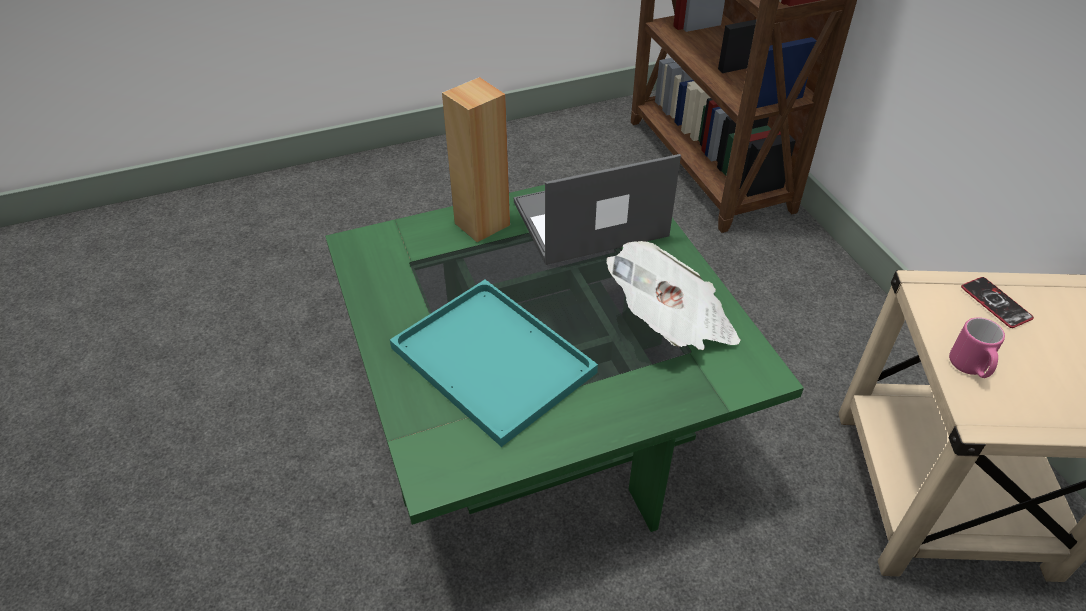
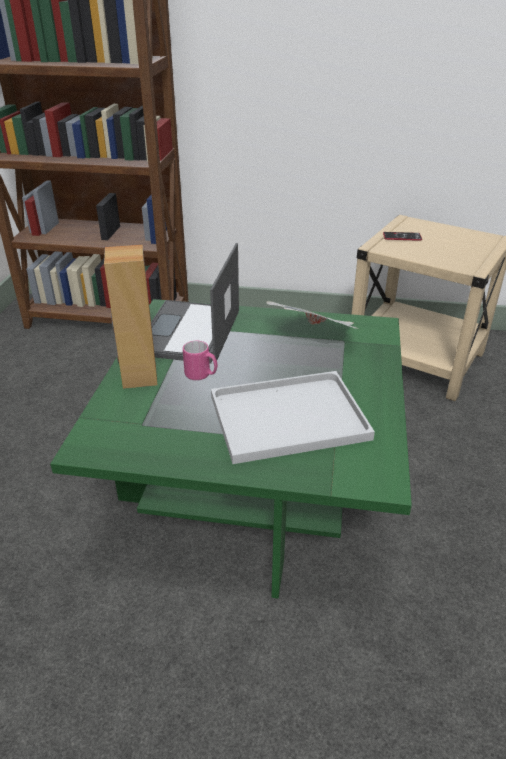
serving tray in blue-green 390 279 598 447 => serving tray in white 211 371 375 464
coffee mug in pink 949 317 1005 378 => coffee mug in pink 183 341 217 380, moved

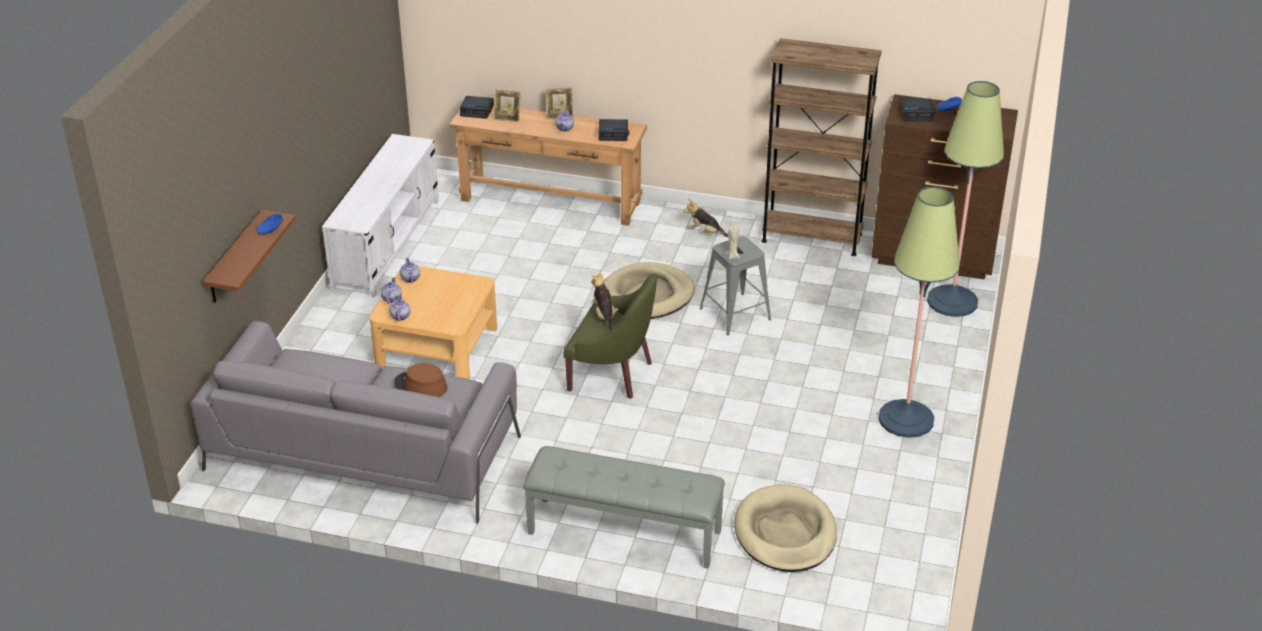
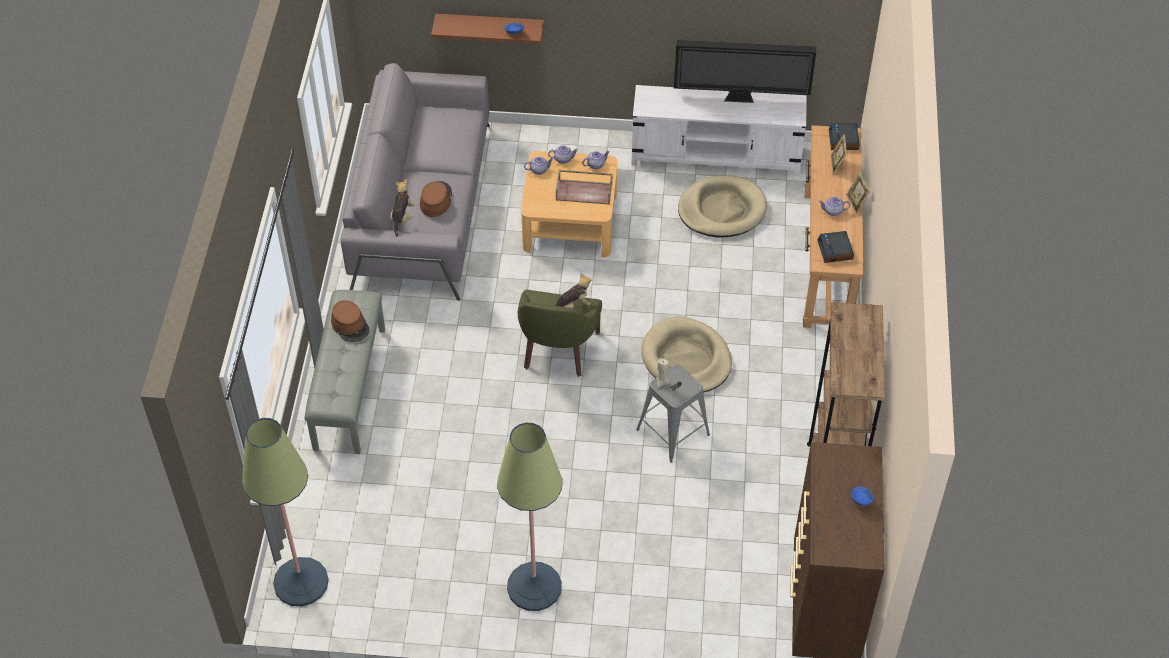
cuddly toy 683 199 728 237 => cuddly toy 390 179 415 237, moved
dog cushion in beige 734 484 837 572 => dog cushion in beige 678 175 767 238, moved
table clock 899 98 935 121 => nothing
standing lamp 927 81 1004 317 => standing lamp 242 418 329 606, moved
nothing => wearable hat in brown-coloured 331 300 370 342
nothing => serving tray in brown-coloured 556 170 613 205
nothing => TV 674 40 816 103

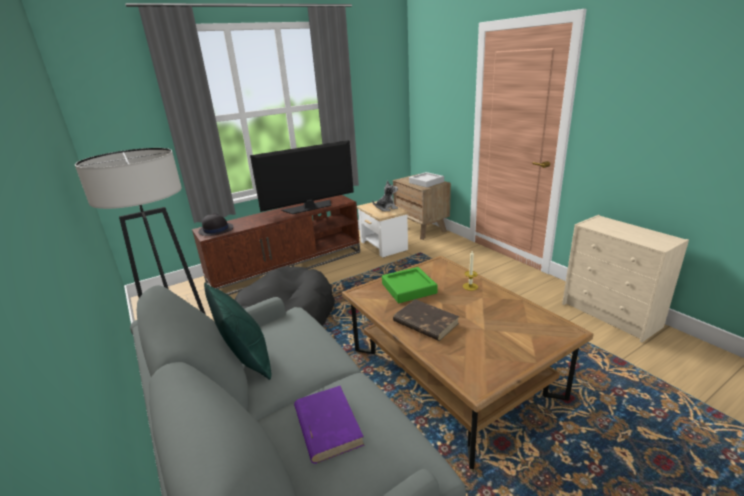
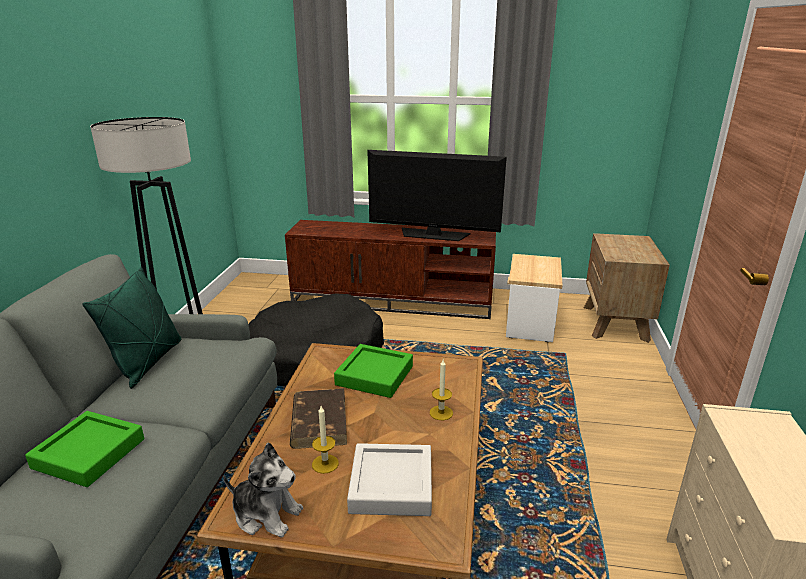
wearable hat in black-coloured 198 213 233 236 => nothing
bound book in purple-coloured 294 386 365 464 => serving tray in green 25 411 144 487
cuddly toy 372 180 398 211 => cuddly toy 223 442 303 538, moved
serving tray in grey 409 172 444 188 => serving tray in grey 347 443 432 516, moved
nothing => candle 312 406 339 474

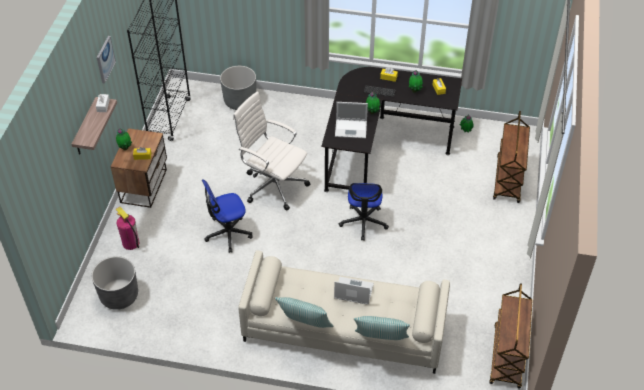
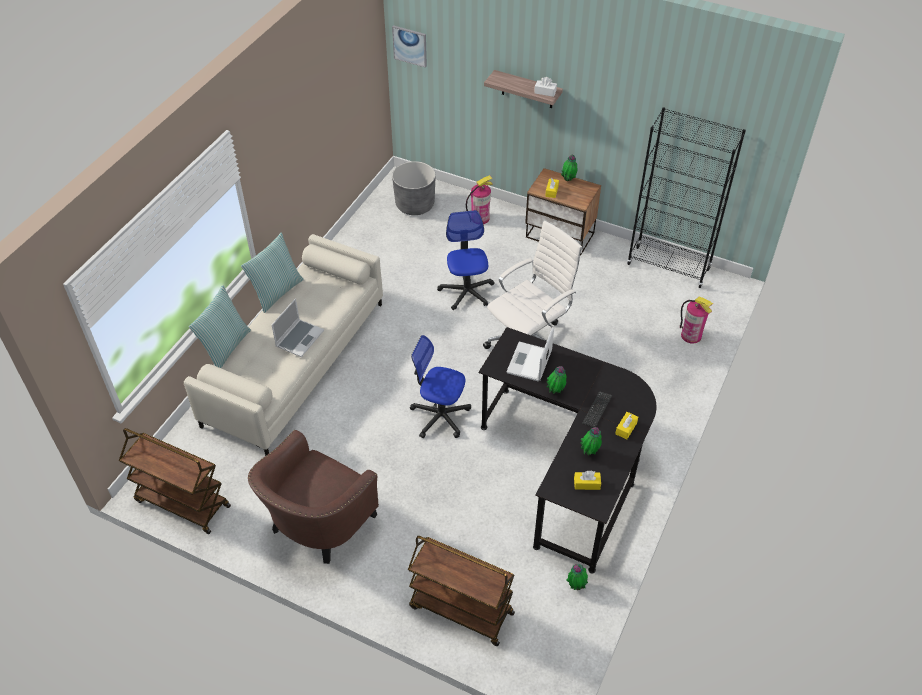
picture 97 36 116 83 => picture 392 25 427 68, moved
planter in grey 220 66 256 110 => extinguisher 679 296 713 344
nothing => armchair in brown-coloured 248 430 379 564

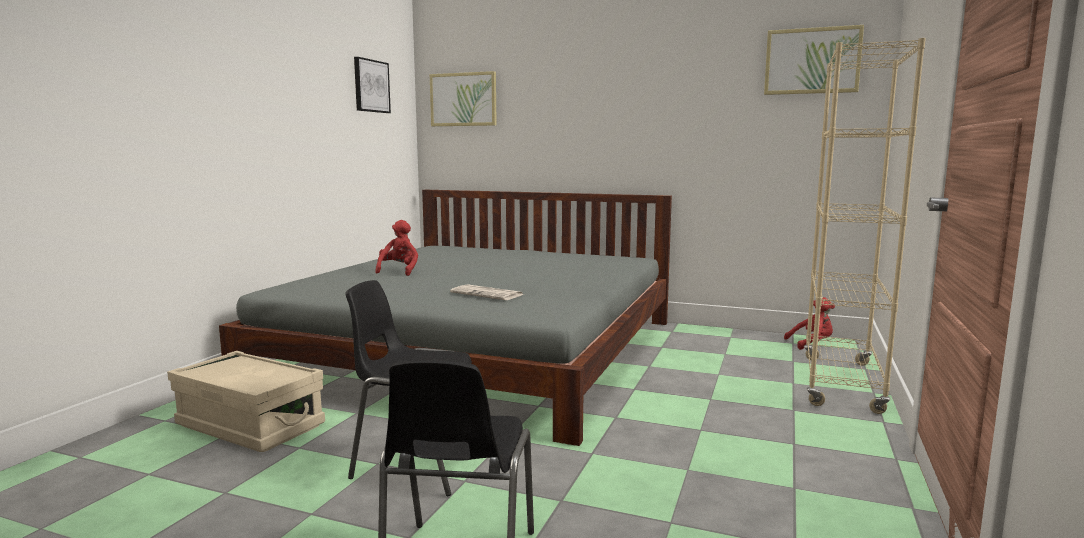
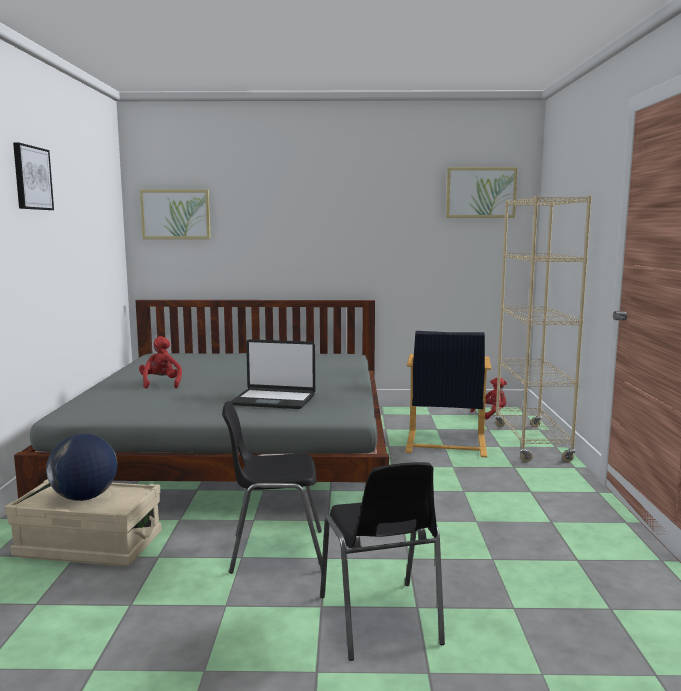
picture 354 57 391 113 => picture 13 143 54 210, moved
newspaper 450 284 524 300 => portable computer 231 339 315 409
nothing => desk globe 46 434 117 501
nothing => armchair in black-coloured 405 331 491 457

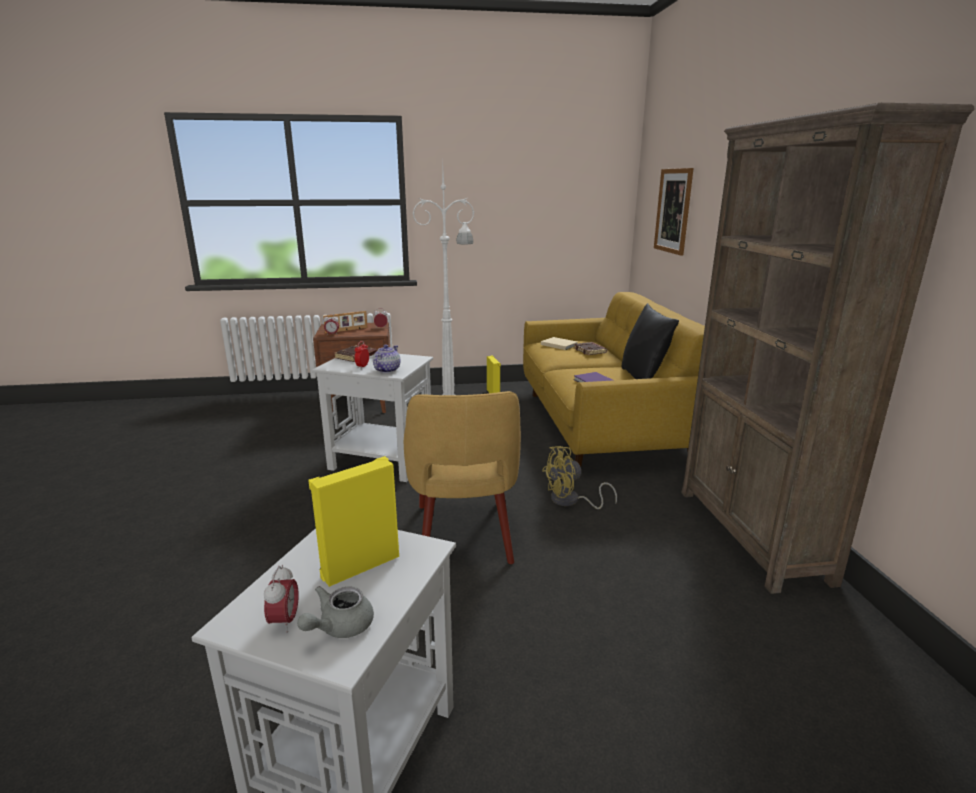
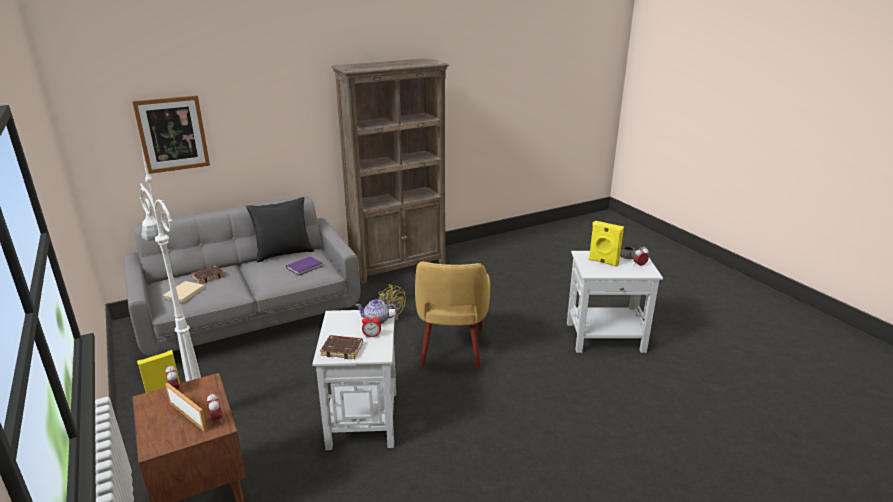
armchair in yellow-coloured 404 391 521 564 => armchair in yellow-coloured 415 261 490 369, 120 degrees clockwise
settee in yellow-coloured 523 292 705 467 => settee in grey 123 196 361 364

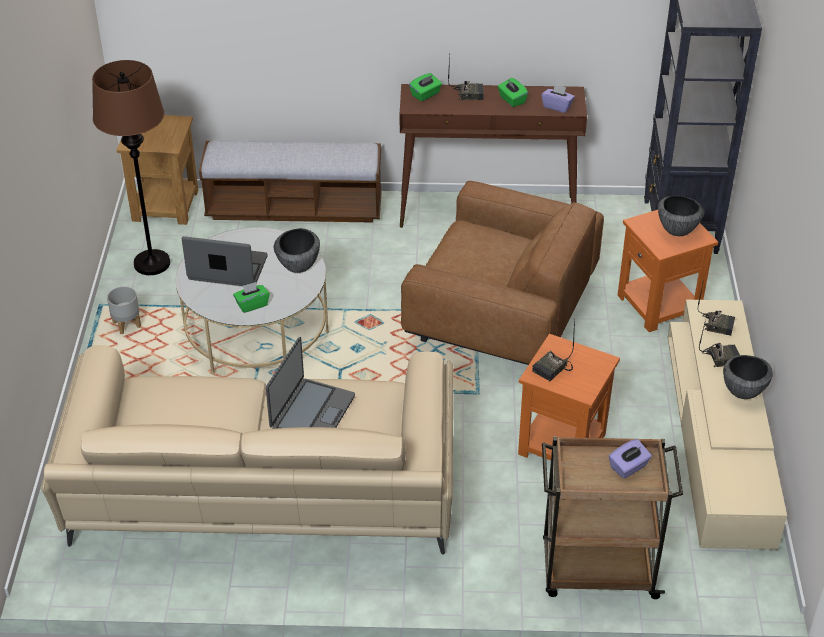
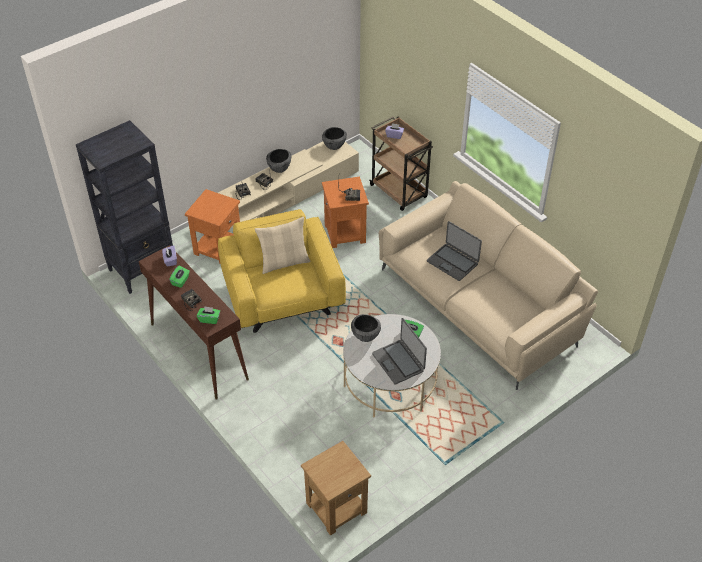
standing lamp in brown-coloured 92 60 170 275 => nothing
planter in grey 107 286 141 334 => nothing
indoor bench 199 140 382 223 => nothing
portable computer 266 337 355 429 => portable computer 427 221 482 281, 120 degrees counterclockwise
armchair in brown-coloured 401 181 604 365 => armchair in yellow-coloured 218 209 346 333
bowl 658 196 705 236 => bowl 322 127 347 150, moved
nothing => throw pillow in beige 255 217 311 274

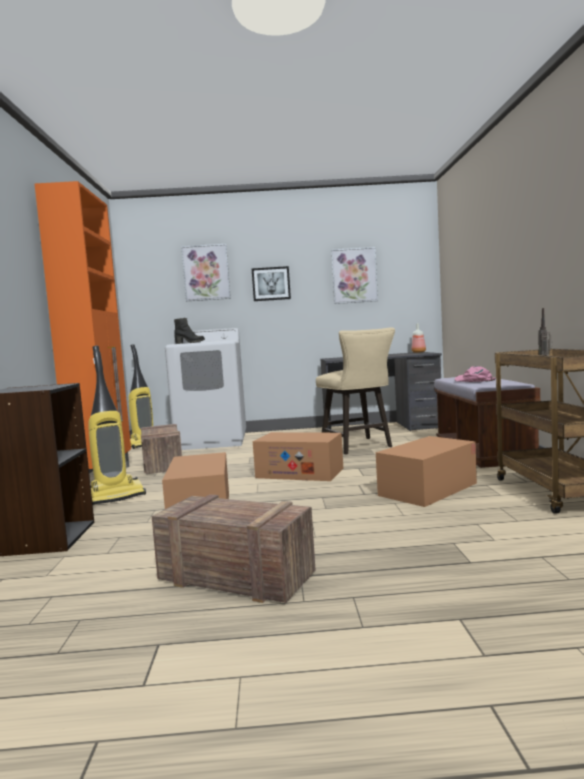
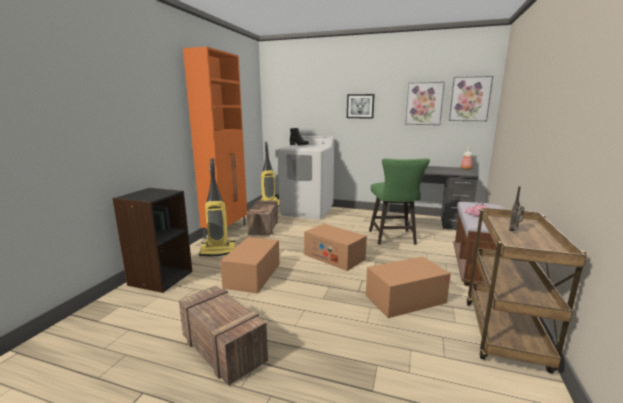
picture 181 244 231 301 => picture 449 76 493 121, moved
stool in beige 316 327 395 454 => stool in green 369 158 430 245

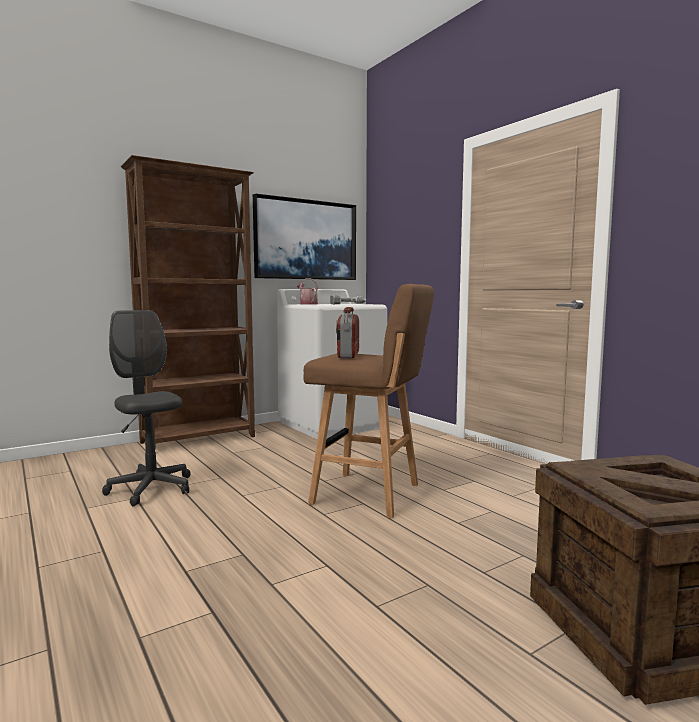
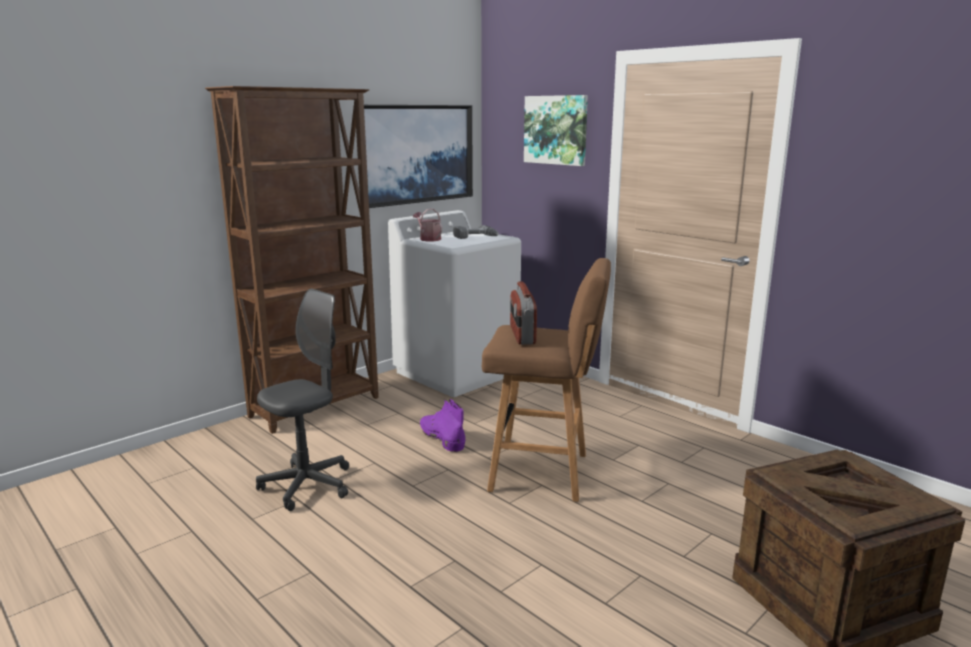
desk chair in grey 102 310 191 507 => desk chair in grey 256 288 349 511, 90 degrees clockwise
nothing => high-top boot in purple-coloured 420 399 465 452
nothing => picture 524 95 588 166

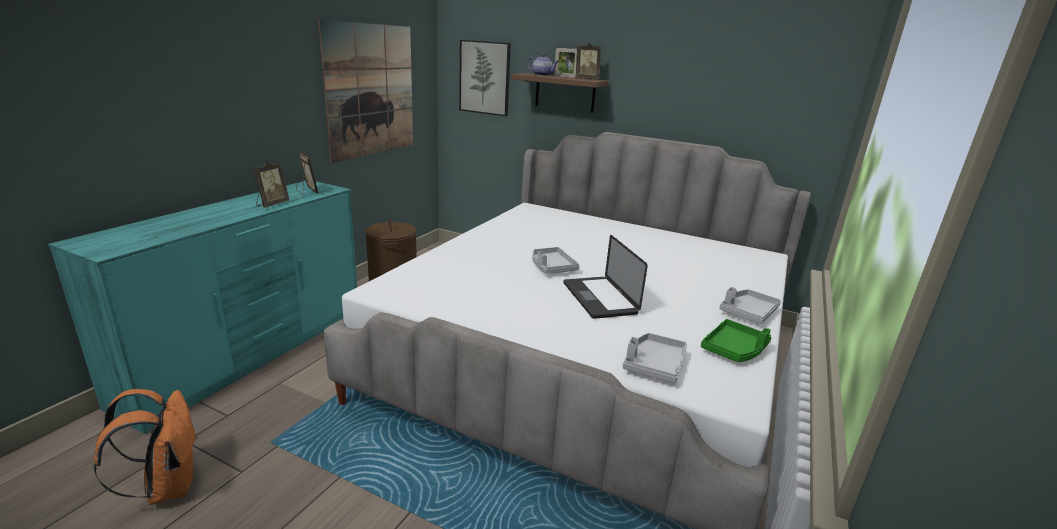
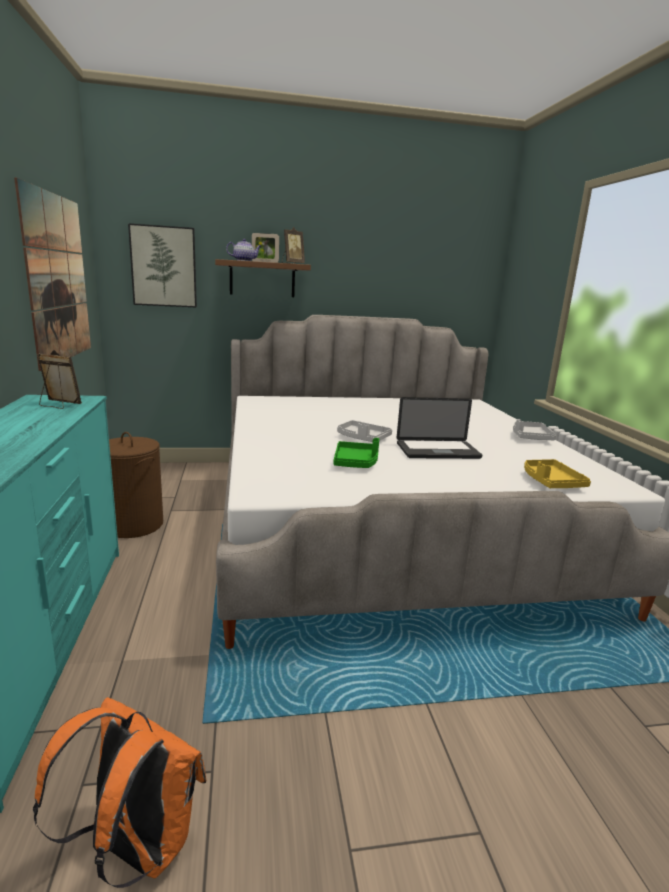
picture frame 253 161 289 208 => nothing
portable computer 564 235 648 319 => portable computer 397 397 482 459, 45 degrees counterclockwise
serving tray in grey 623 333 687 383 => serving tray in yellow-coloured 524 459 591 488
serving tray in green 701 319 772 362 => serving tray in green 333 438 379 468, moved

